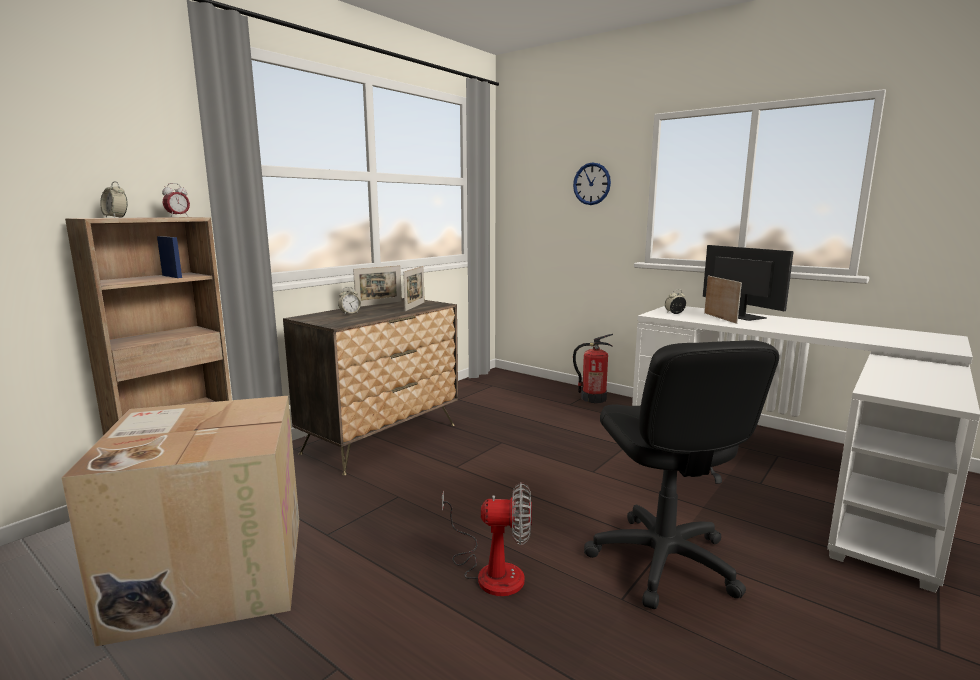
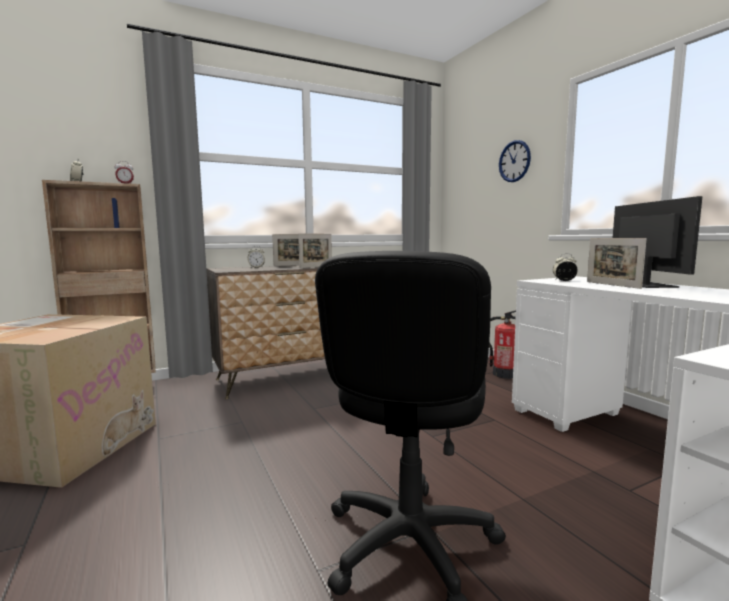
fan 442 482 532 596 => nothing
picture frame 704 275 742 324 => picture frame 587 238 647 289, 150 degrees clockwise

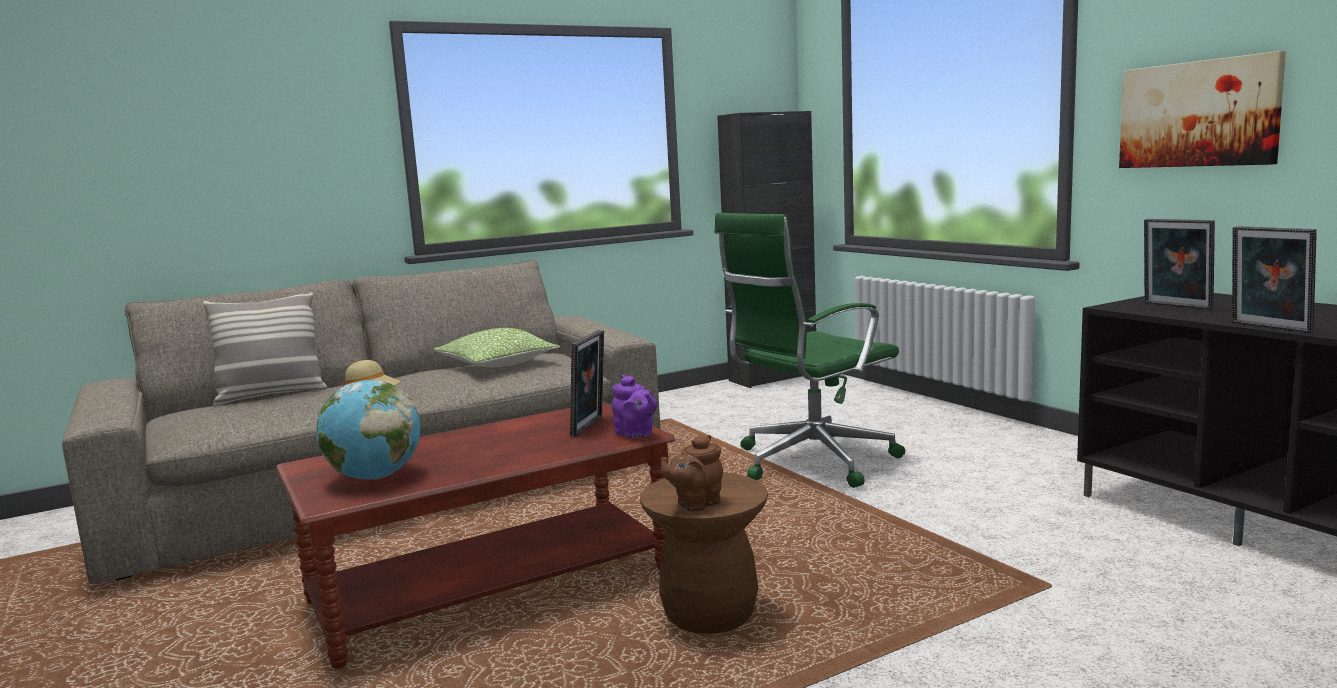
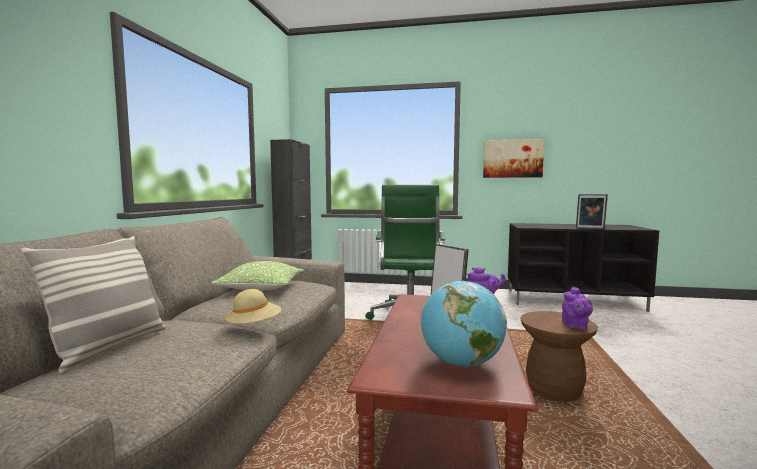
pot for tea in brown-coloured 661 435 723 512 => pot for tea in purple-coloured 562 287 593 329
picture frame 1144 219 1215 310 => nothing

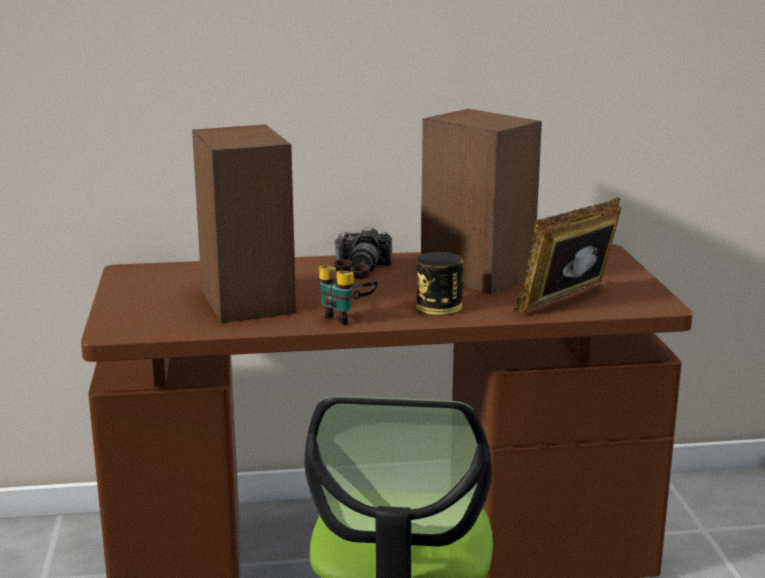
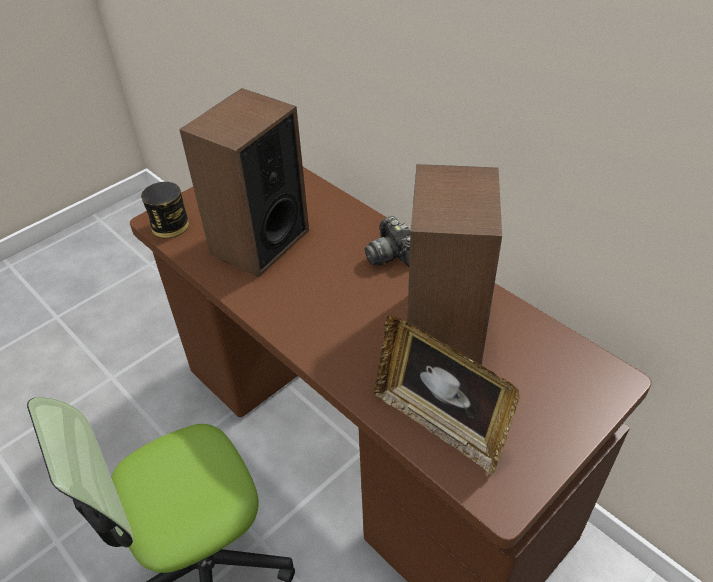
field glasses 319 259 378 325 => nothing
can 416 252 463 316 => can 141 182 189 238, moved
picture frame 513 197 621 312 => picture frame 374 315 519 476, 150 degrees counterclockwise

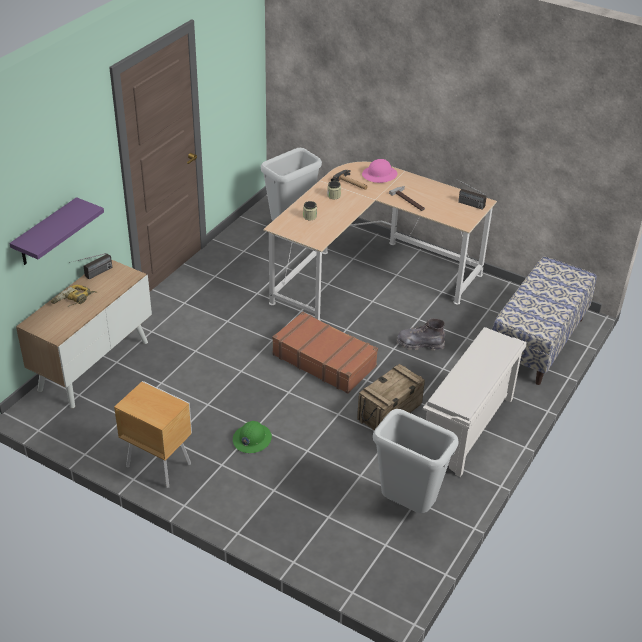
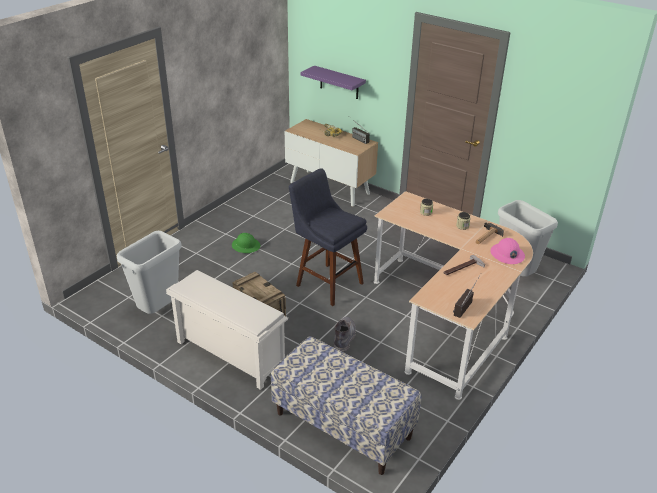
nightstand in brown-coloured 114 381 192 488 => nothing
piece of luggage in brown-coloured 272 312 378 394 => stool in bluish 289 168 367 306

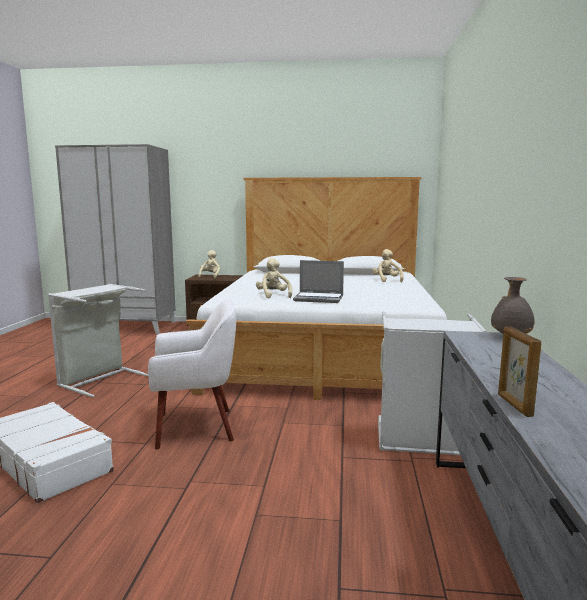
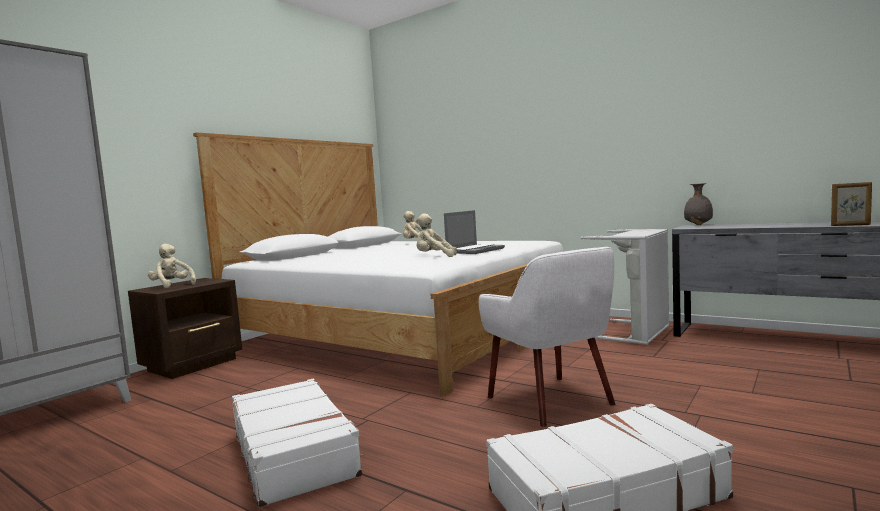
laundry basket in grey 48 284 148 397 => piece of luggage in white 232 379 363 508
armchair in white 148 299 236 449 => armchair in white 479 247 616 427, 135 degrees clockwise

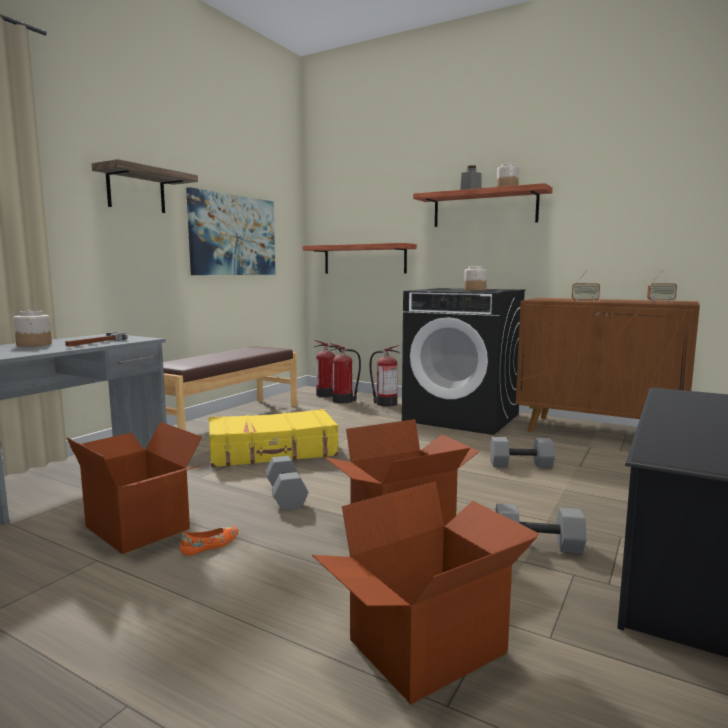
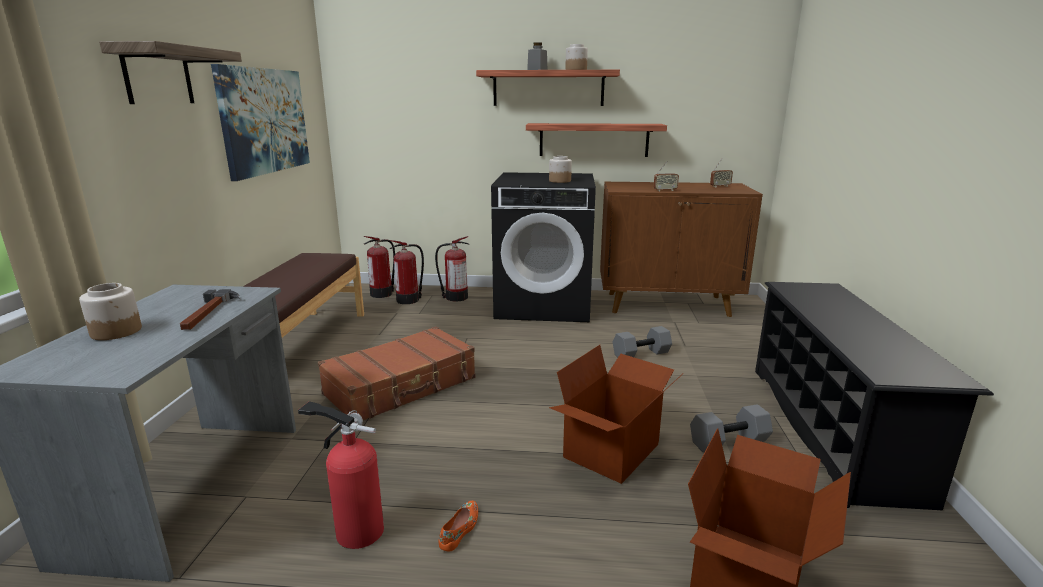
packing box 66 422 202 554 => extinguisher 298 401 384 549
piece of luggage in yellow-coloured 209 409 339 467 => piece of luggage in brown-coloured 318 326 475 420
dumbbell in grey 265 456 309 511 => nothing
shelf 303 243 417 273 => shelf 526 123 667 157, moved

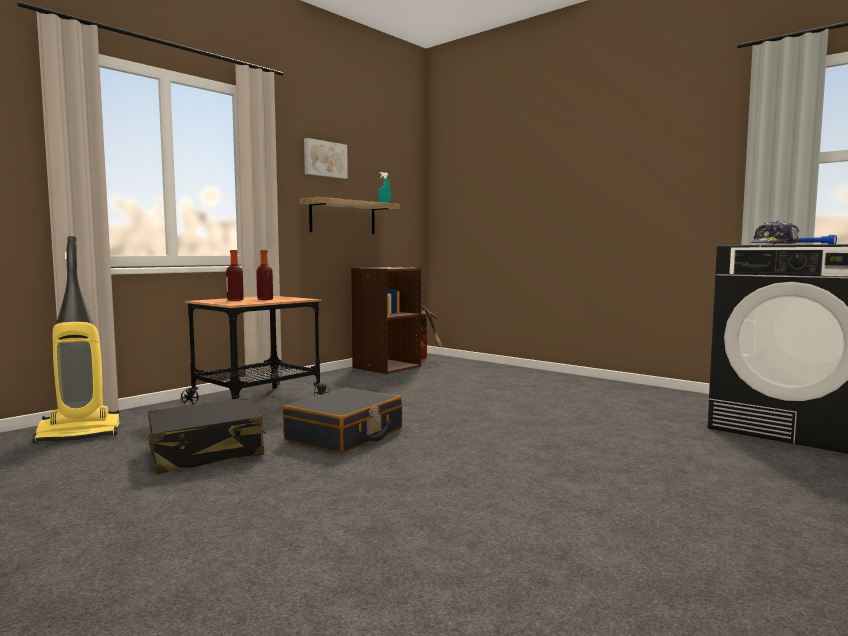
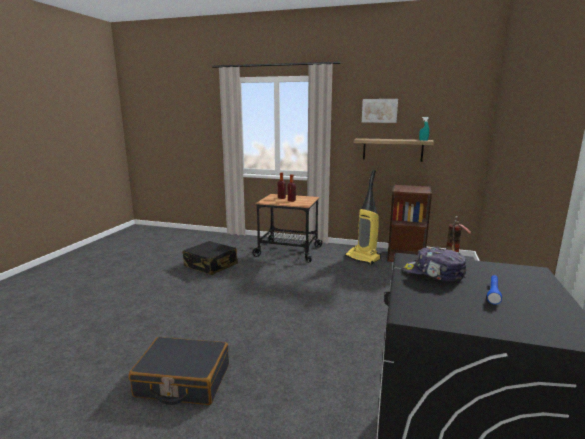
vacuum cleaner 32 236 120 443 => vacuum cleaner 345 170 381 265, moved
piece of luggage in black-coloured 282 388 402 453 => piece of luggage in black-coloured 129 337 229 405, moved

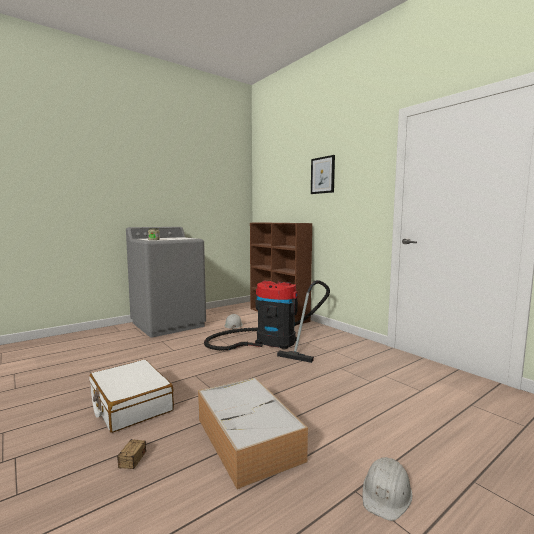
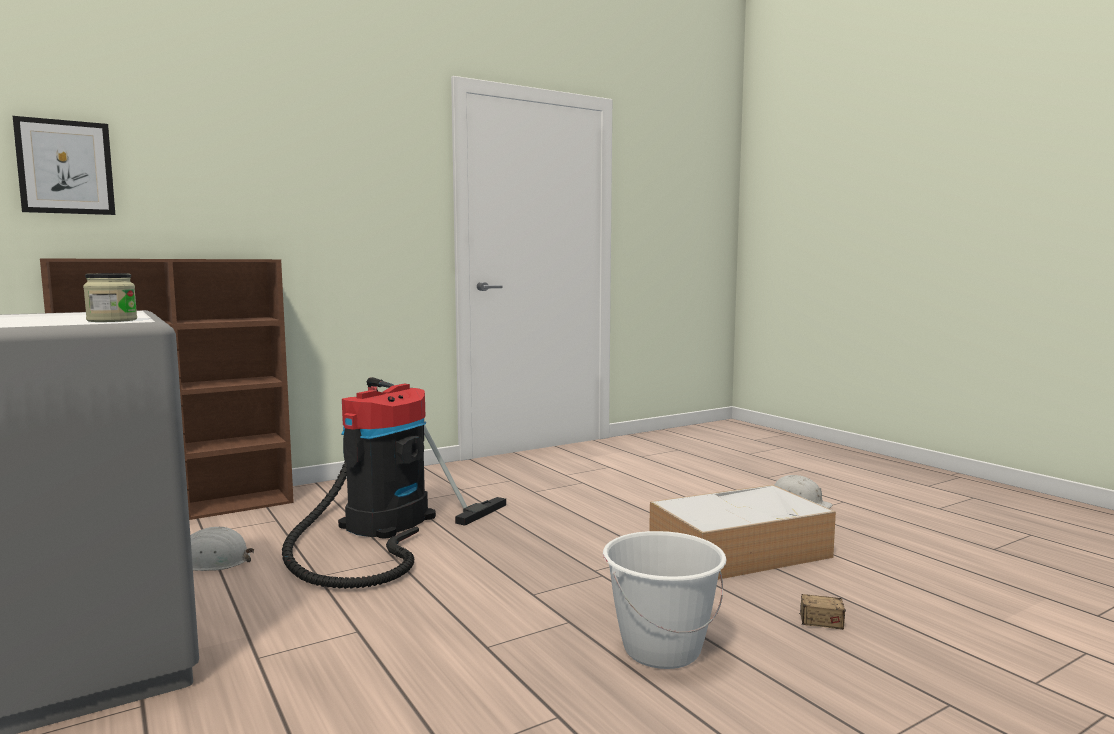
piece of luggage in white 89 359 174 433 => water bucket in white 603 531 727 669
picture 311 155 335 194 => picture 13 116 115 215, moved

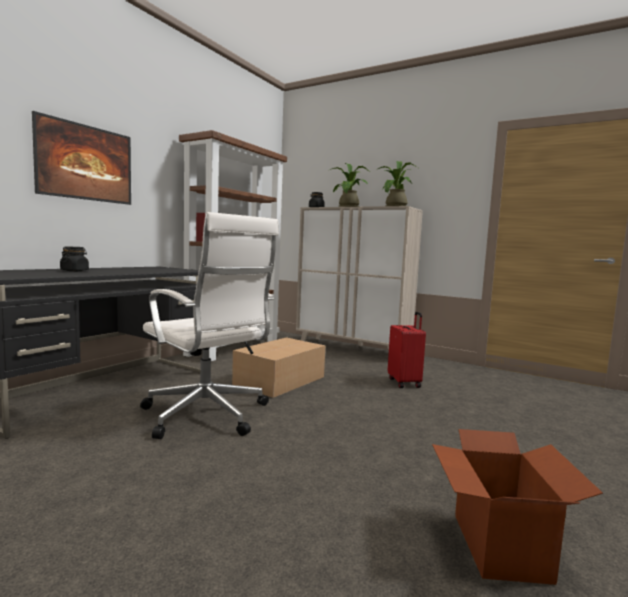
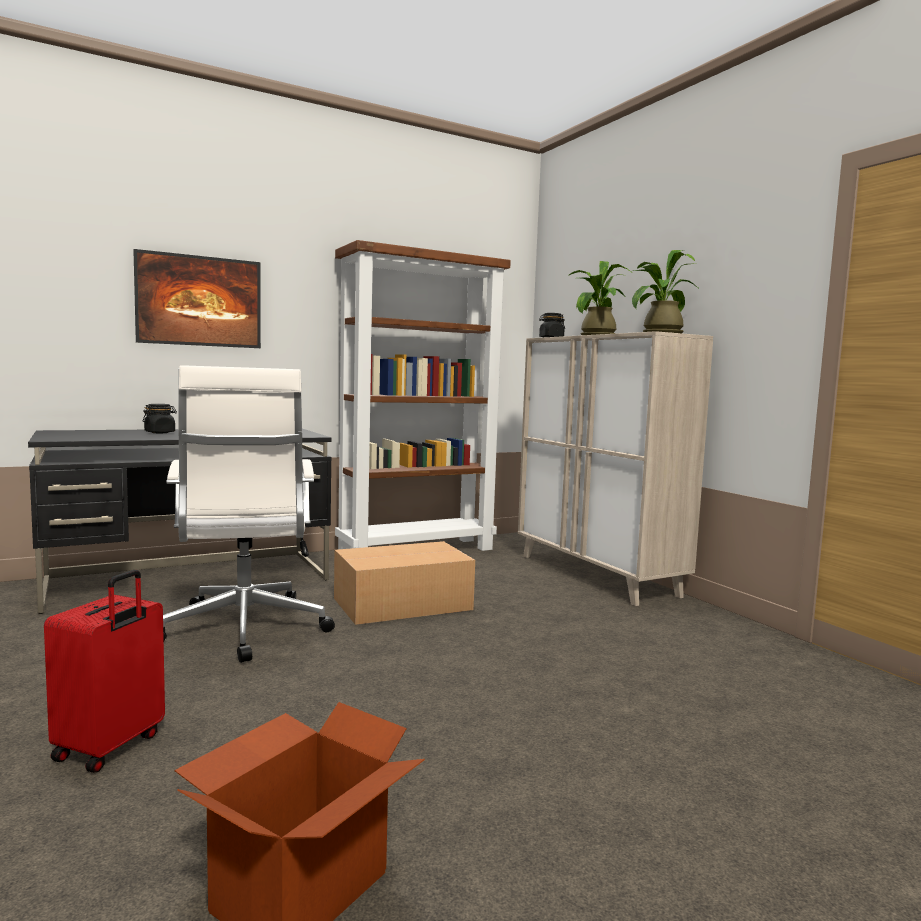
piece of luggage in red-coloured 388 312 426 388 => piece of luggage in red-coloured 44 570 165 773, moved

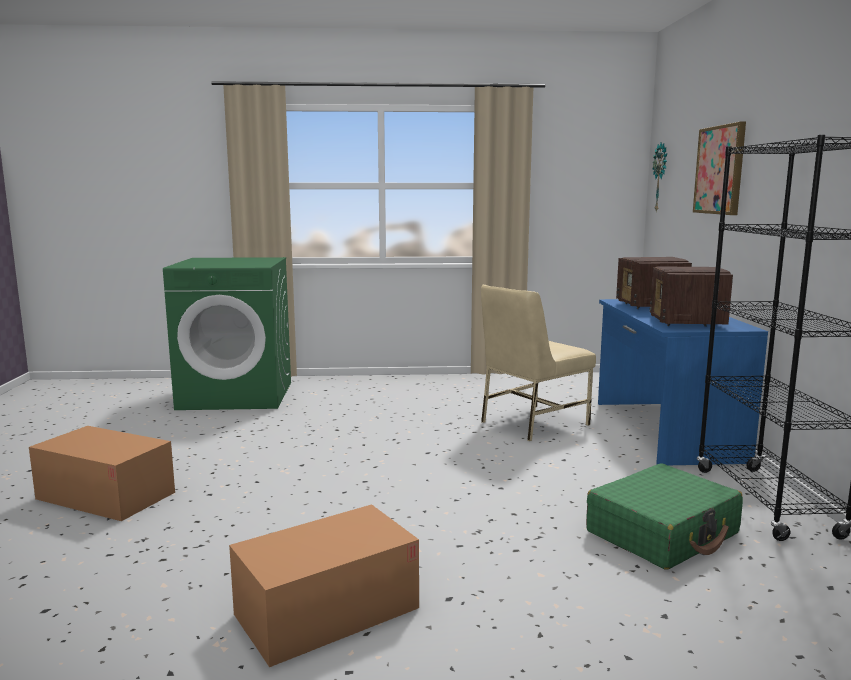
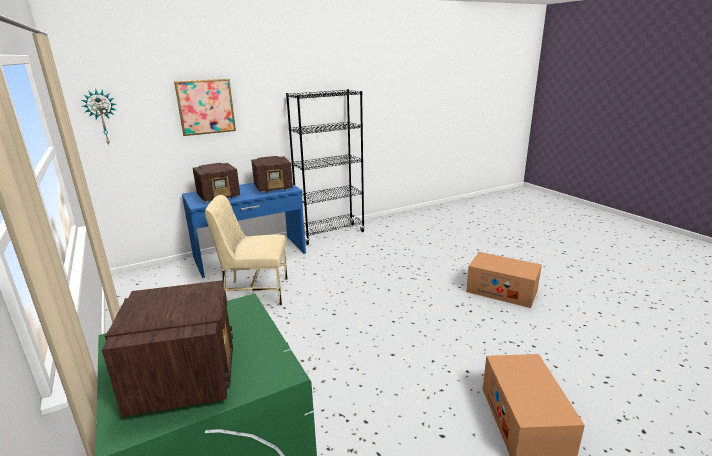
plain chair in beige 481 285 596 441 => plain chair in beige 205 195 288 305, 150 degrees clockwise
piece of luggage in green 586 463 743 570 => nothing
nothing => radio 102 280 233 417

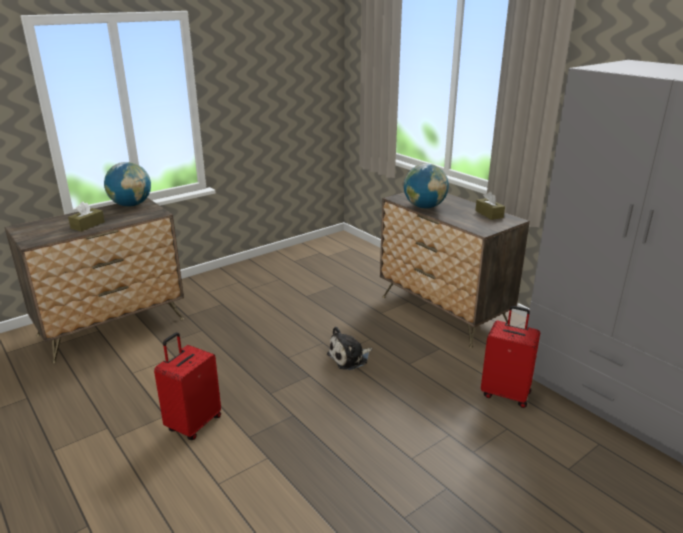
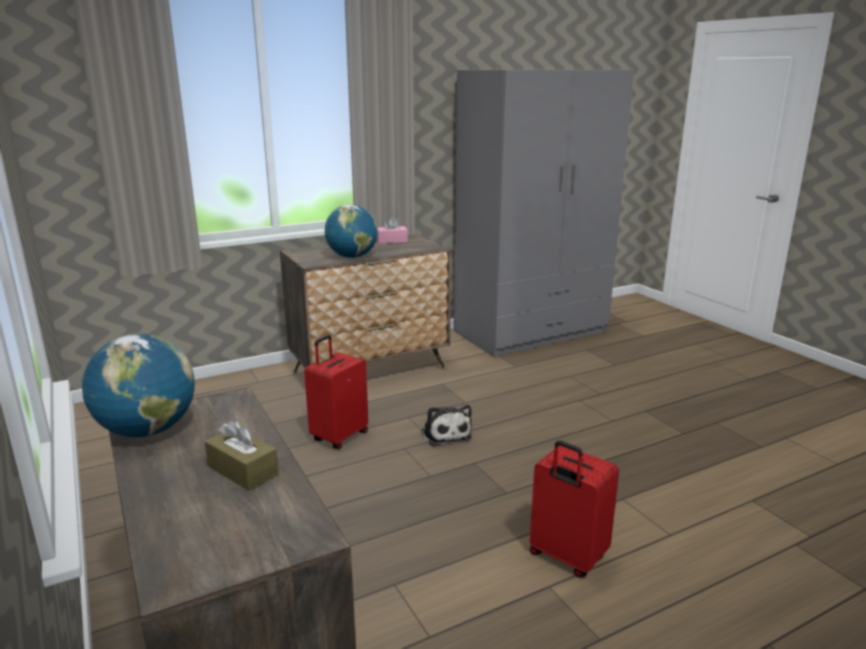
tissue box in brown-coloured 475 192 505 220 => tissue box in pink 377 217 408 244
piece of luggage in red-coloured 481 306 540 408 => piece of luggage in red-coloured 304 335 368 449, moved

